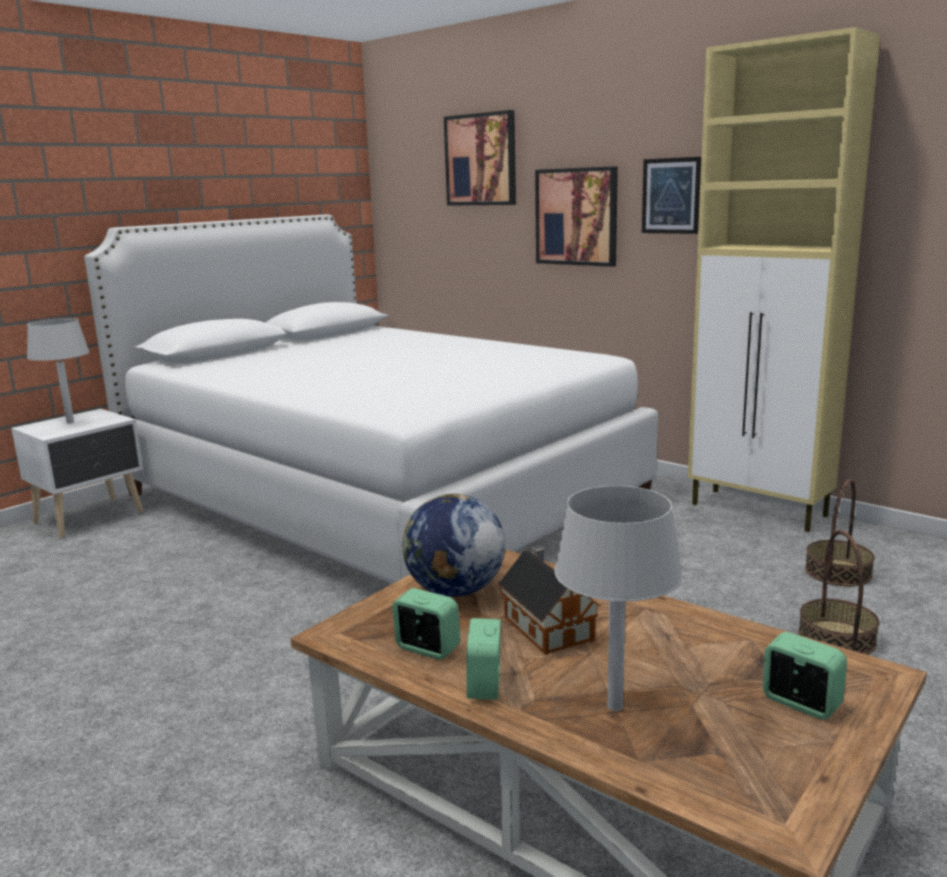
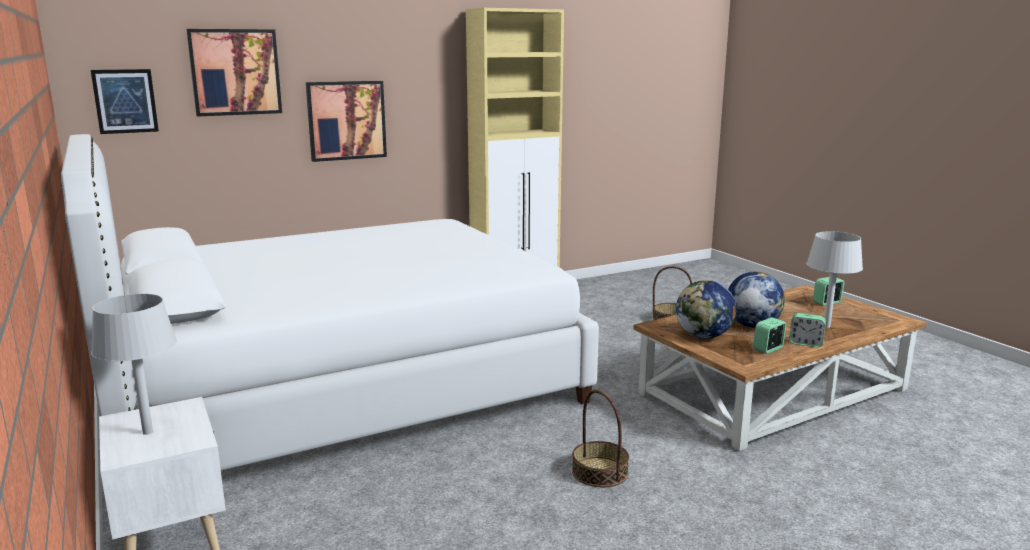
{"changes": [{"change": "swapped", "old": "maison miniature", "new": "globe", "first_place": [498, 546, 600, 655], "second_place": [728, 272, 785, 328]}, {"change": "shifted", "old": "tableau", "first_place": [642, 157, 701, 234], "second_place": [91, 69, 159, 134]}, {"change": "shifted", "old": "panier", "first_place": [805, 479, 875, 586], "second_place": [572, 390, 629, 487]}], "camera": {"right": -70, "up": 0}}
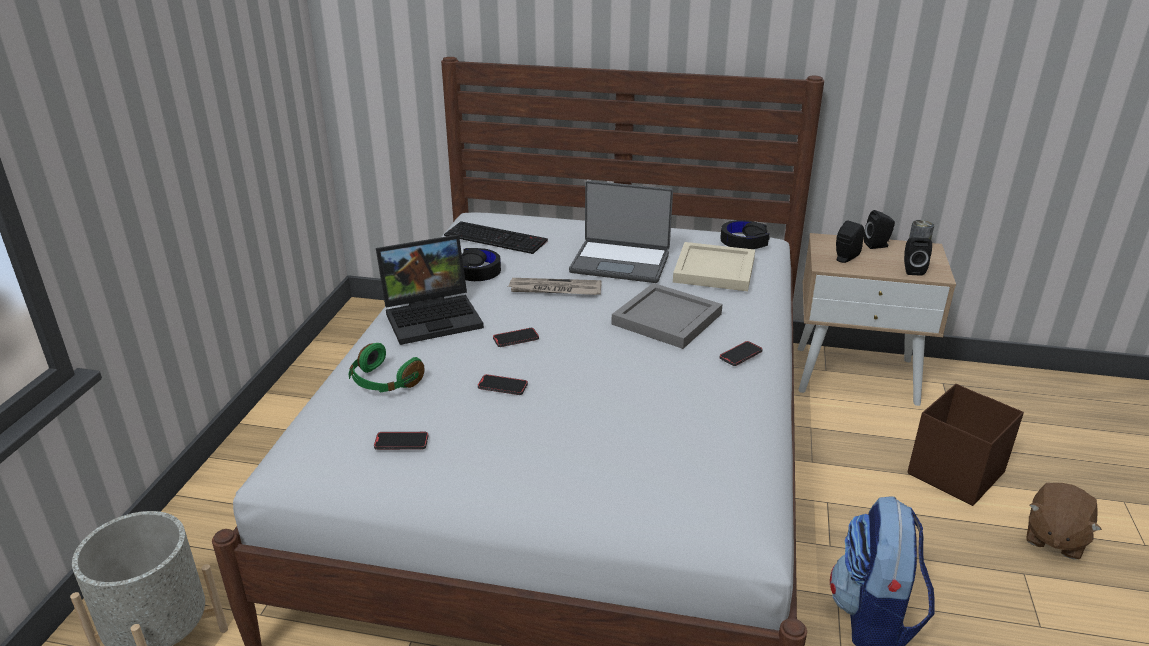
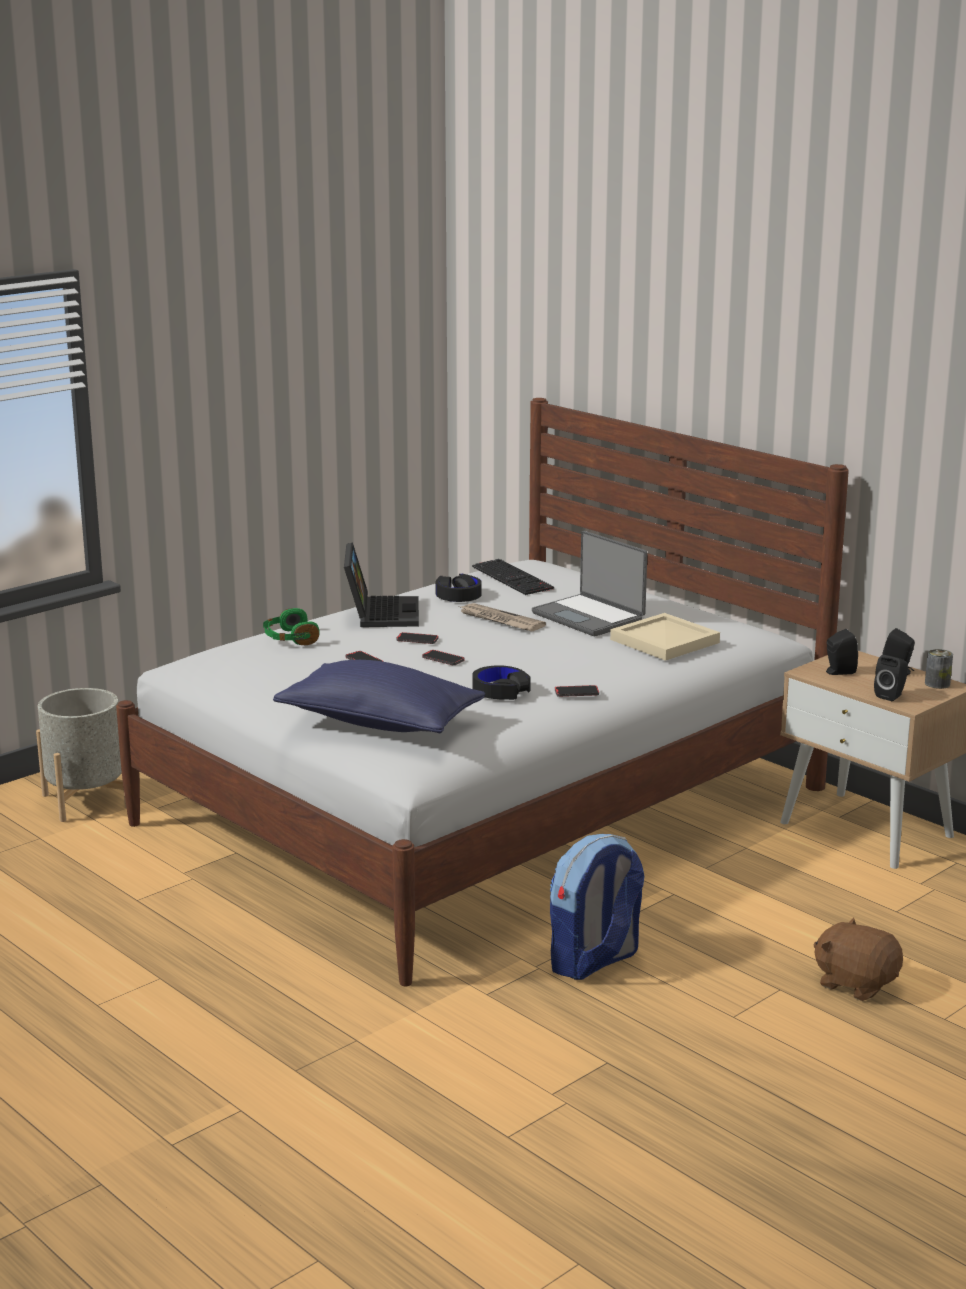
{"changes": [{"change": "shifted", "old": "téléphone", "first_place": [374, 432, 428, 450], "second_place": [422, 650, 464, 665]}, {"change": "rotated", "old": "ordinateur portable", "first_place": [376, 235, 484, 345], "second_place": [344, 542, 419, 627], "degrees": -105}, {"change": "gone", "old": "plateau [gris]", "first_place": [611, 283, 723, 349]}, {"change": "shifted", "old": "casque audio [noir]", "first_place": [720, 220, 770, 249], "second_place": [472, 665, 531, 700]}, {"change": "gone", "old": "boîte de rangement [marron]", "first_place": [908, 384, 1024, 506]}, {"change": "rotated", "old": "peluche [marron]", "first_place": [1026, 483, 1102, 560], "second_place": [814, 918, 903, 1001], "degrees": 60}, {"change": "new", "new": "coussin [bleu]", "second_place": [273, 660, 485, 733]}], "camera": {"right": 35, "up": -10}}
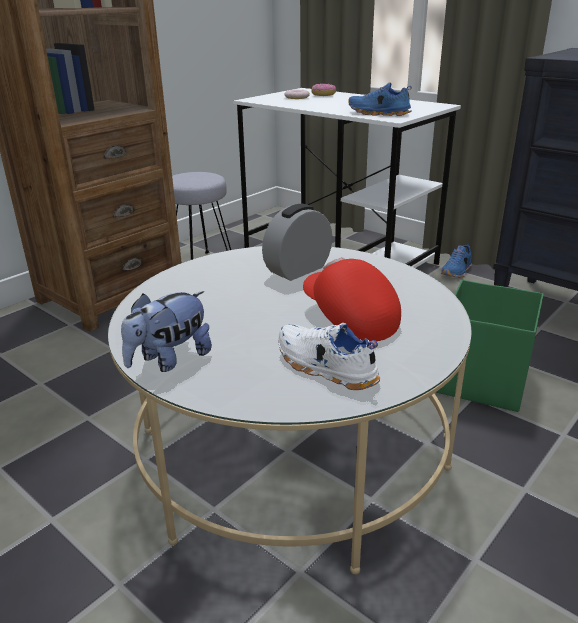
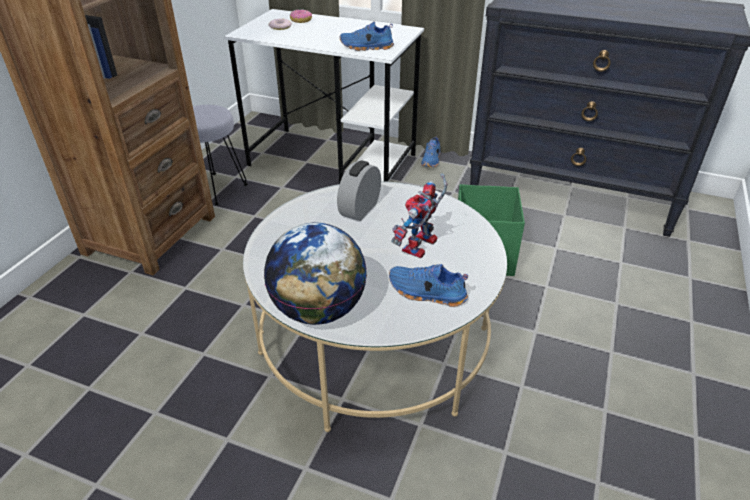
{"changes": [{"change": "swapped", "old": "peluche", "new": "globe", "first_place": [121, 291, 212, 372], "second_place": [264, 223, 367, 325]}, {"change": "repainted", "old": "chaussure [blanc]", "new": "chaussure [bleu]", "first_place": [278, 323, 380, 390], "second_place": [389, 264, 468, 307]}, {"change": "swapped", "old": "casquette [rouge]", "new": "robot jouet", "first_place": [303, 257, 401, 341], "second_place": [391, 174, 448, 258]}], "camera": {"right": -20, "up": 10}}
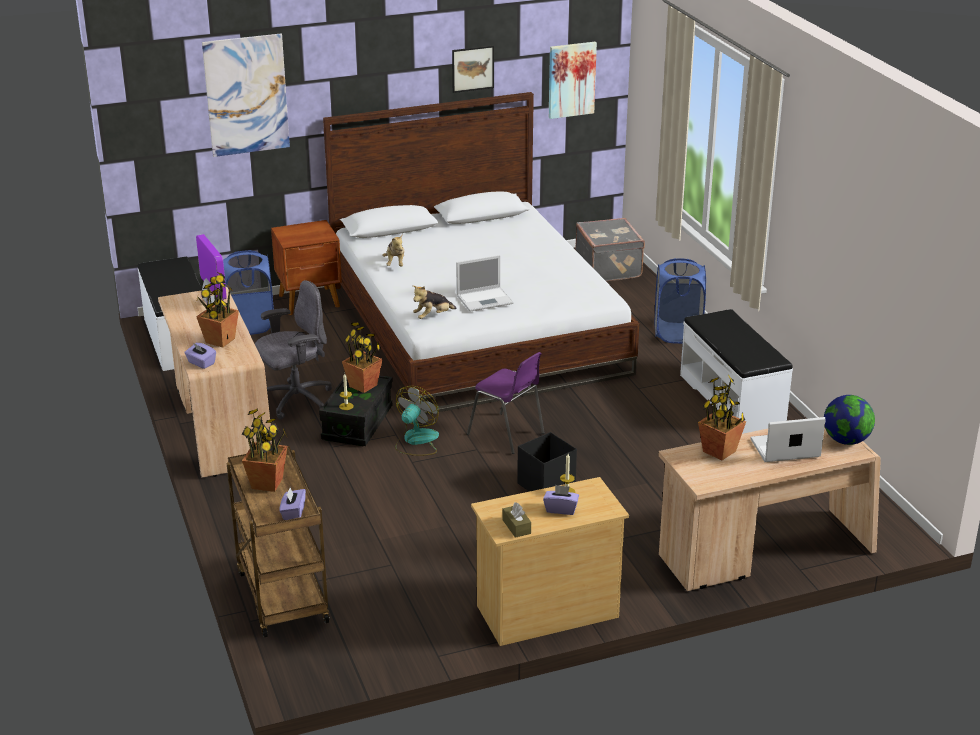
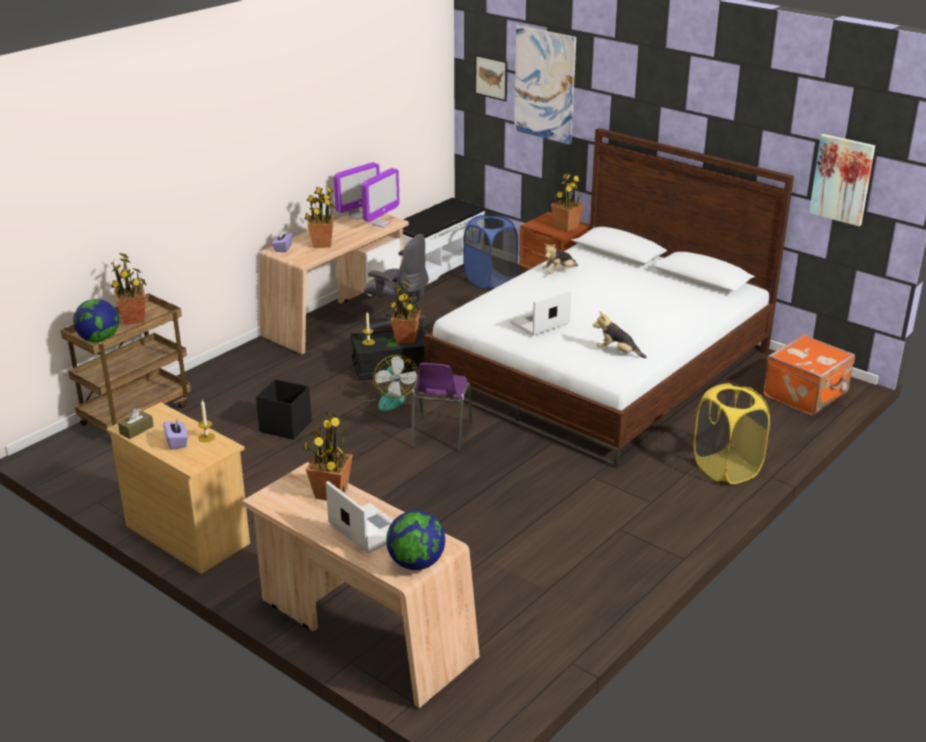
{"changes": [{"change": "swapped", "old": "boîte à mouchoirs [violet]", "new": "globe", "first_place": [279, 487, 306, 520], "second_place": [73, 299, 119, 343]}, {"change": "rotated", "old": "ventilateur", "first_place": [395, 386, 439, 456], "second_place": [362, 355, 418, 411], "degrees": 75}, {"change": "shifted", "old": "peluche", "first_place": [413, 286, 457, 319], "second_place": [593, 311, 647, 358]}, {"change": "shifted", "old": "tableau", "first_place": [452, 46, 494, 93], "second_place": [475, 54, 508, 101]}, {"change": "rotated", "old": "ordinateur portable", "first_place": [456, 255, 513, 312], "second_place": [510, 289, 572, 336], "degrees": 105}, {"change": "shifted", "old": "boîte de rangement [noir]", "first_place": [517, 432, 577, 492], "second_place": [256, 379, 312, 440]}, {"change": "repainted", "old": "valise [gris]", "new": "valise [orange]", "first_place": [575, 218, 645, 281], "second_place": [763, 334, 855, 415]}, {"change": "repainted", "old": "panier à linge [bleu]", "new": "panier à linge [jaune]", "first_place": [655, 258, 706, 344], "second_place": [694, 383, 770, 484]}, {"change": "gone", "old": "banc [blanc]", "first_place": [680, 309, 793, 434]}, {"change": "new", "new": "écran d'ordinateur", "second_place": [334, 162, 380, 220]}, {"change": "new", "new": "plante en pot", "second_place": [551, 173, 584, 232]}], "camera": {"right": 60, "up": 0}}
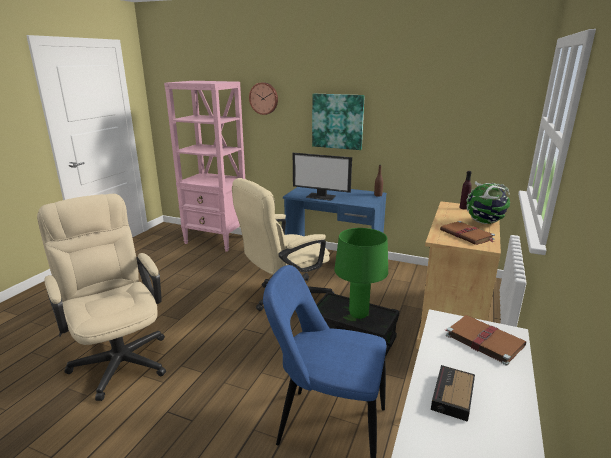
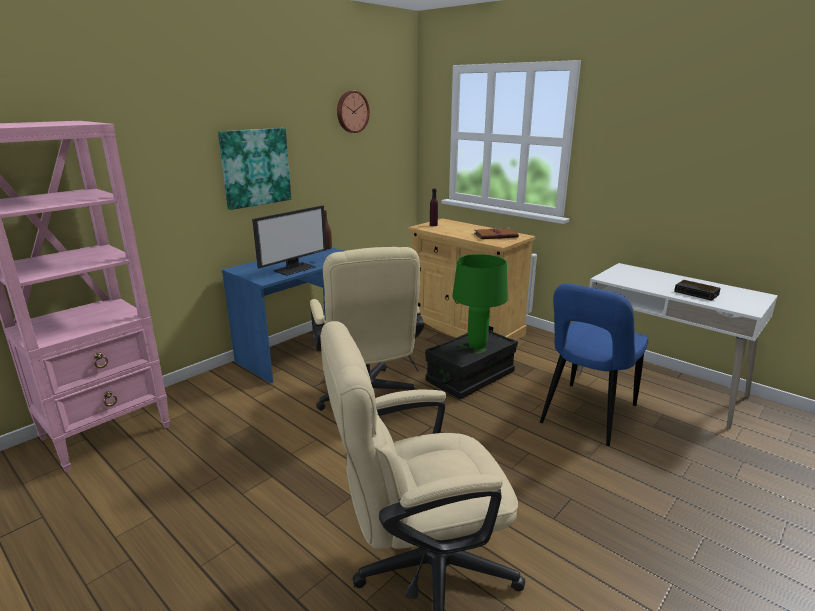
{"changes": [{"change": "shifted", "old": "horloge murale", "first_place": [249, 82, 278, 115], "second_place": [337, 91, 370, 133]}, {"change": "gone", "old": "livre [marron]", "first_place": [445, 315, 526, 365]}, {"change": "gone", "old": "globe", "first_place": [466, 181, 510, 224]}], "camera": {"right": -70, "up": 0}}
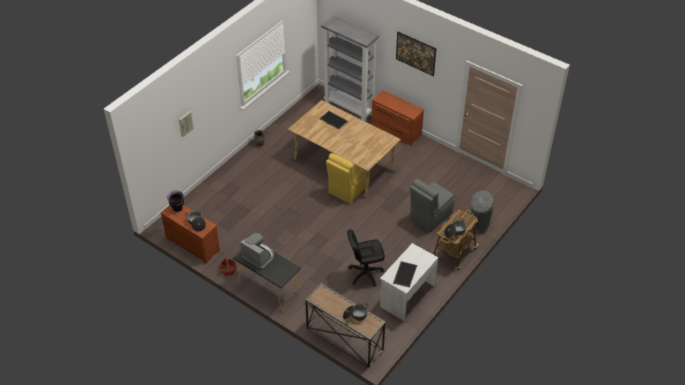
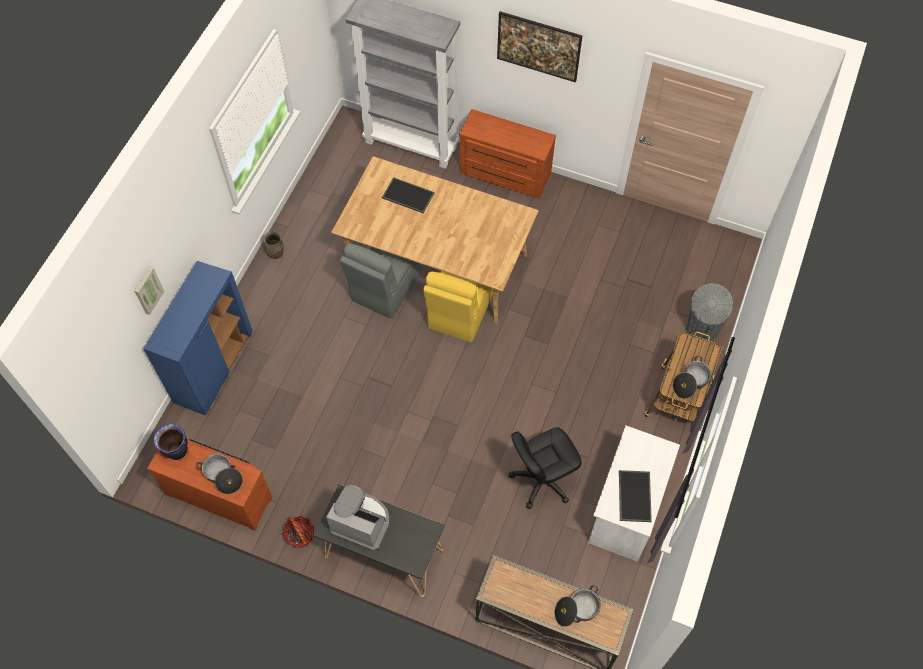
{"changes": [{"change": "shifted", "old": "chaise [gris]", "first_place": [410, 179, 454, 232], "second_place": [340, 243, 420, 319]}, {"change": "new", "new": "meuble de rangement [bleu]", "second_place": [143, 261, 253, 415]}], "camera": {"right": -15, "up": 15}}
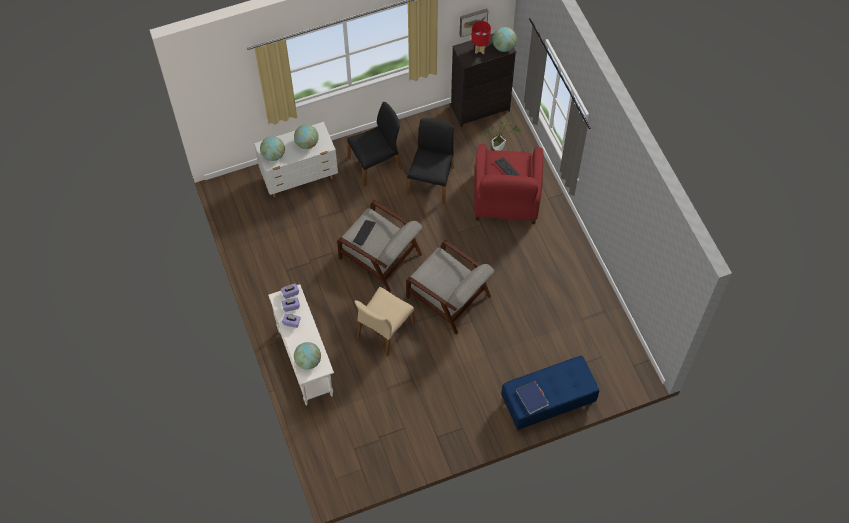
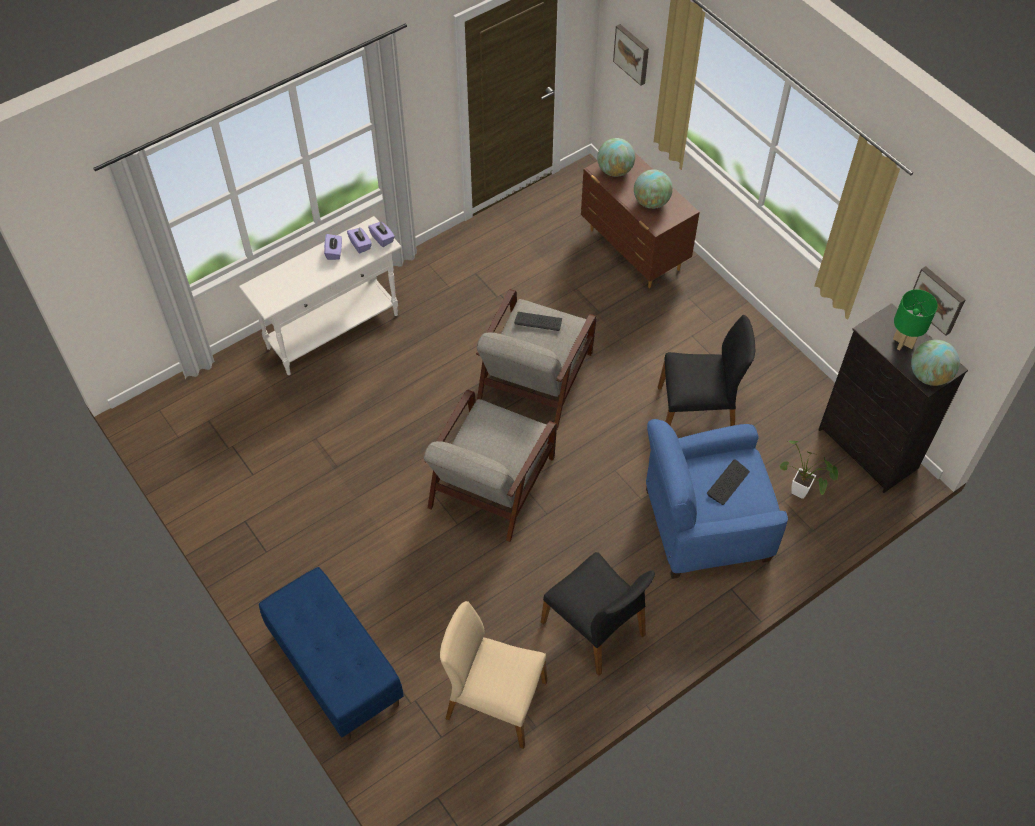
{"changes": [{"change": "repainted", "old": "commode [blanc]", "new": "commode [marron]", "first_place": [254, 122, 338, 197], "second_place": [581, 153, 700, 288]}, {"change": "gone", "old": "globe", "first_place": [294, 342, 321, 370]}, {"change": "shifted", "old": "chaise [noir]", "first_place": [347, 102, 402, 187], "second_place": [541, 552, 655, 676]}, {"change": "shifted", "old": "chaise [beige]", "first_place": [355, 287, 415, 357], "second_place": [440, 601, 547, 749]}, {"change": "repainted", "old": "lampe de table [rouge]", "new": "lampe de table [vert]", "first_place": [471, 21, 491, 54], "second_place": [893, 289, 938, 351]}, {"change": "repainted", "old": "fauteuil [rouge]", "new": "fauteuil [bleu]", "first_place": [474, 144, 544, 224], "second_place": [646, 419, 788, 579]}, {"change": "gone", "old": "livre [bleu]", "first_place": [516, 381, 549, 414]}, {"change": "new", "new": "tableau", "second_place": [613, 24, 649, 86]}], "camera": {"right": 75, "up": -5}}
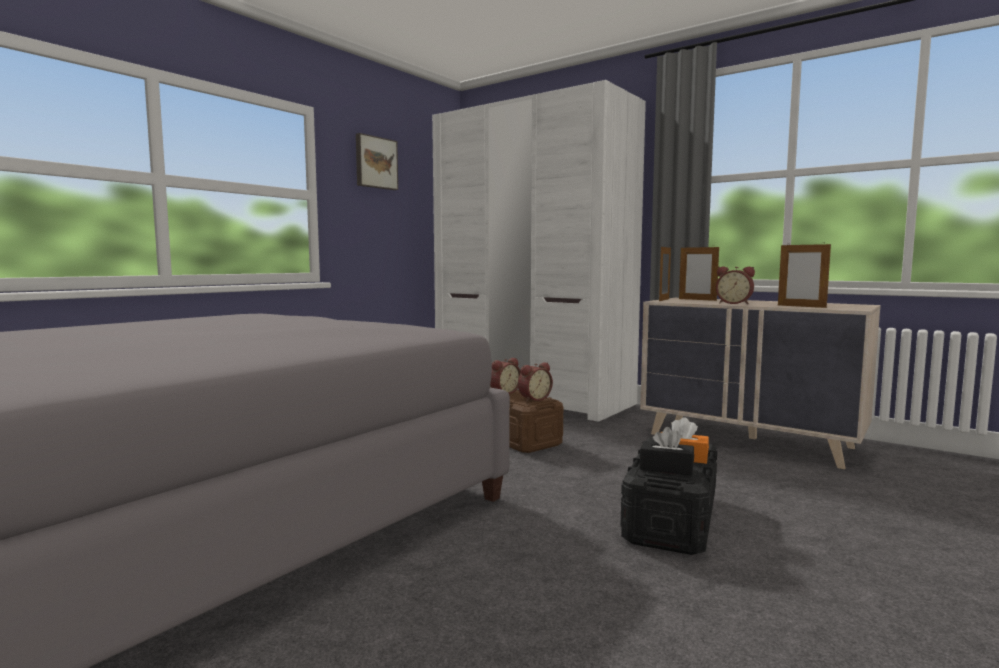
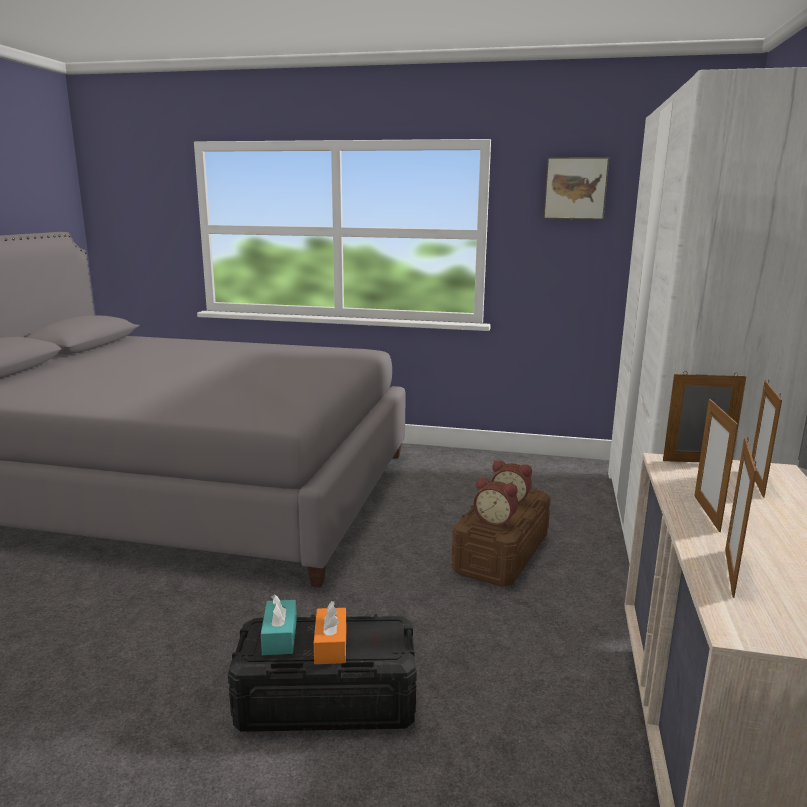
{"changes": [{"change": "repainted", "old": "boîte à mouchoirs [noir]", "new": "boîte à mouchoirs [turquoise]", "first_place": [639, 427, 694, 476], "second_place": [261, 595, 297, 655]}, {"change": "swapped", "old": "réveil", "new": "cadre photo", "first_place": [716, 266, 755, 304], "second_place": [694, 398, 738, 532]}], "camera": {"right": 65, "up": 10}}
